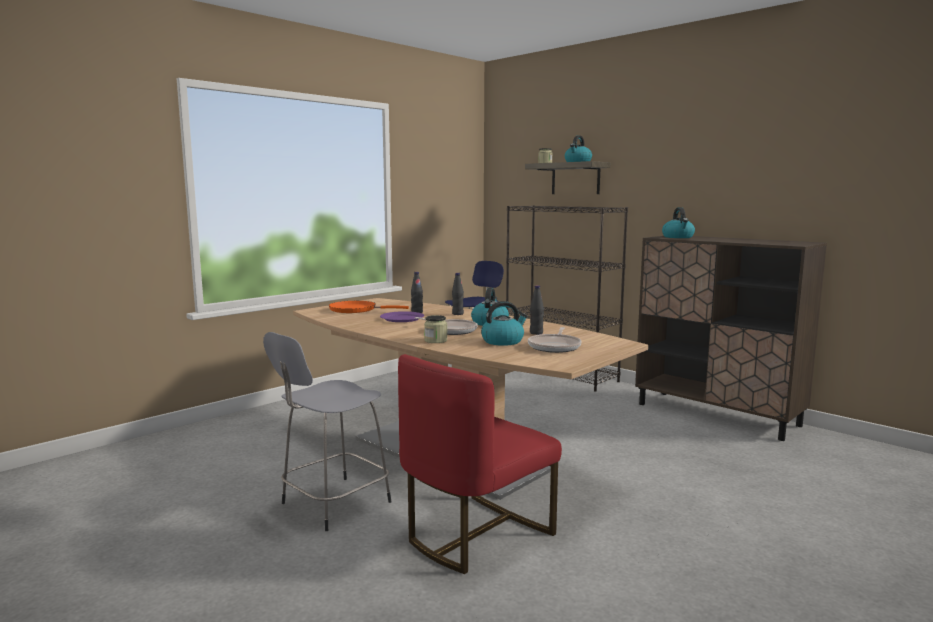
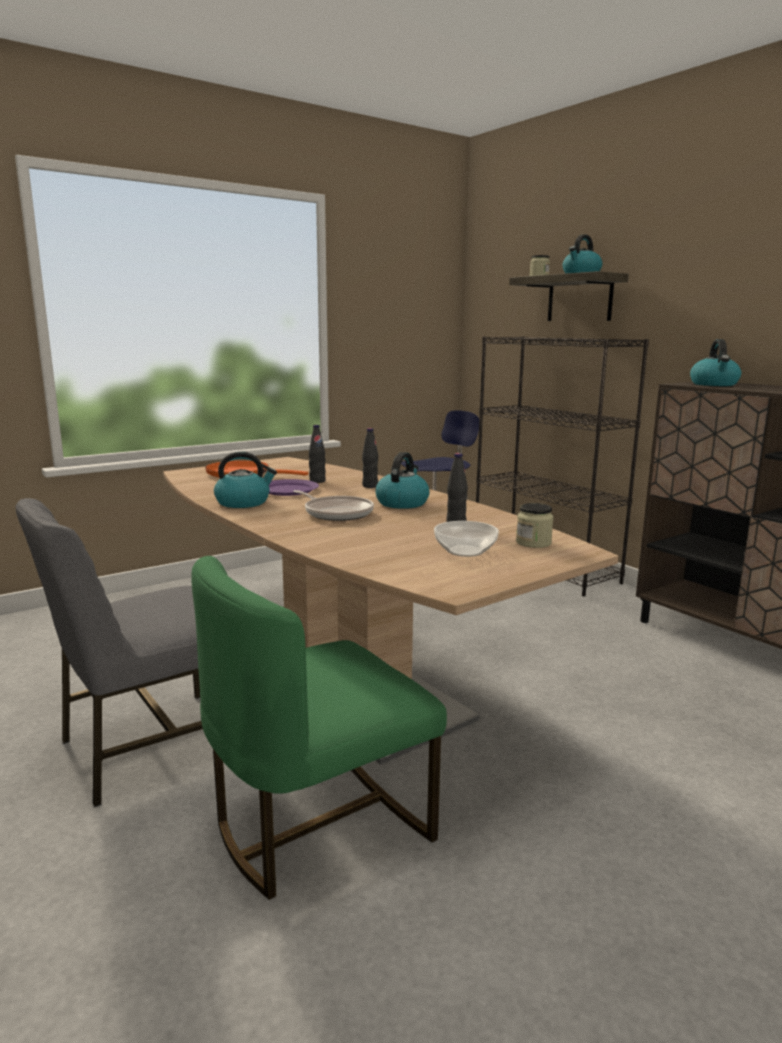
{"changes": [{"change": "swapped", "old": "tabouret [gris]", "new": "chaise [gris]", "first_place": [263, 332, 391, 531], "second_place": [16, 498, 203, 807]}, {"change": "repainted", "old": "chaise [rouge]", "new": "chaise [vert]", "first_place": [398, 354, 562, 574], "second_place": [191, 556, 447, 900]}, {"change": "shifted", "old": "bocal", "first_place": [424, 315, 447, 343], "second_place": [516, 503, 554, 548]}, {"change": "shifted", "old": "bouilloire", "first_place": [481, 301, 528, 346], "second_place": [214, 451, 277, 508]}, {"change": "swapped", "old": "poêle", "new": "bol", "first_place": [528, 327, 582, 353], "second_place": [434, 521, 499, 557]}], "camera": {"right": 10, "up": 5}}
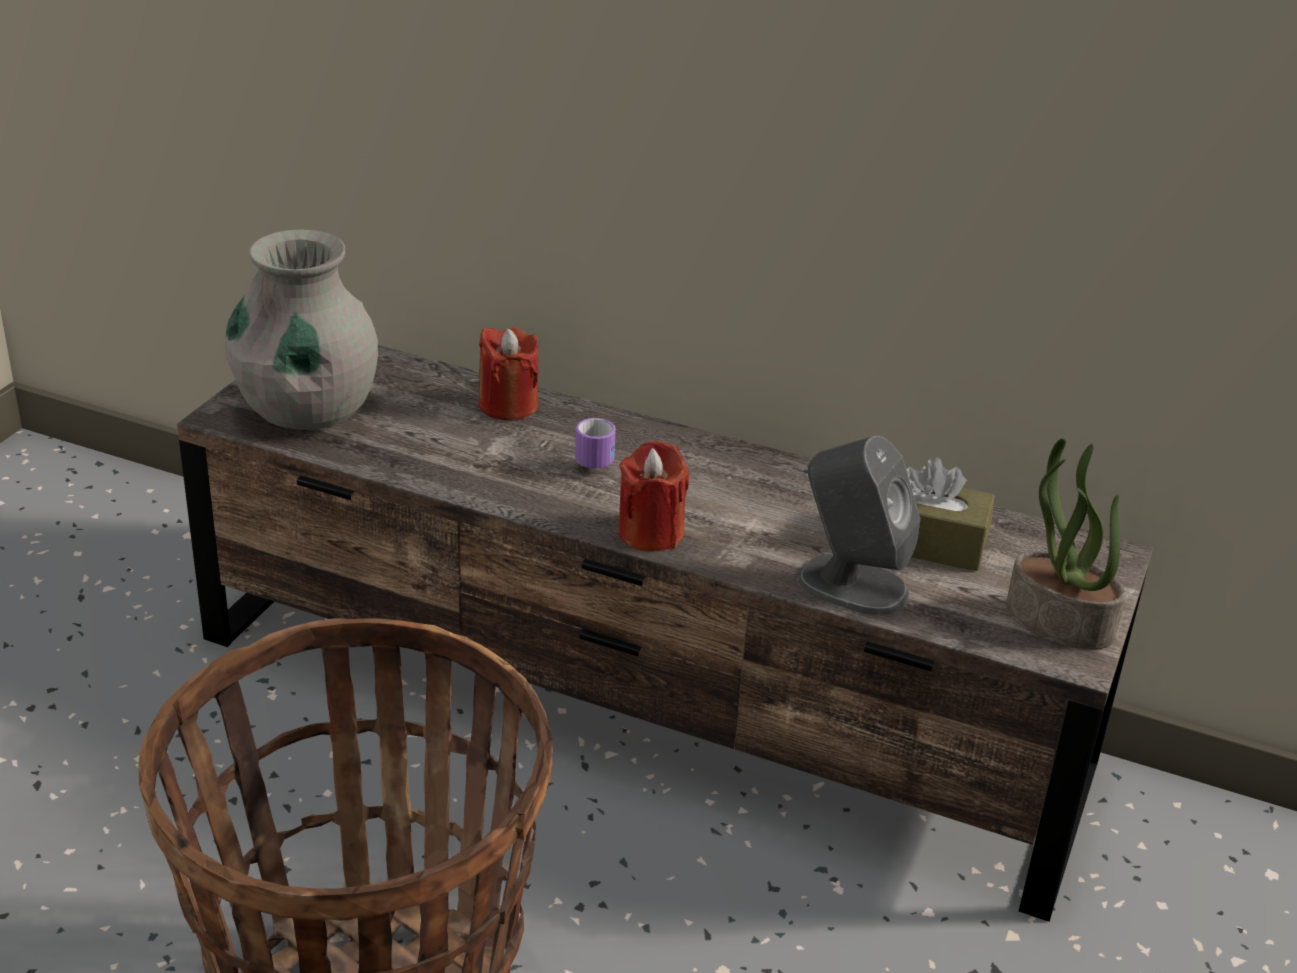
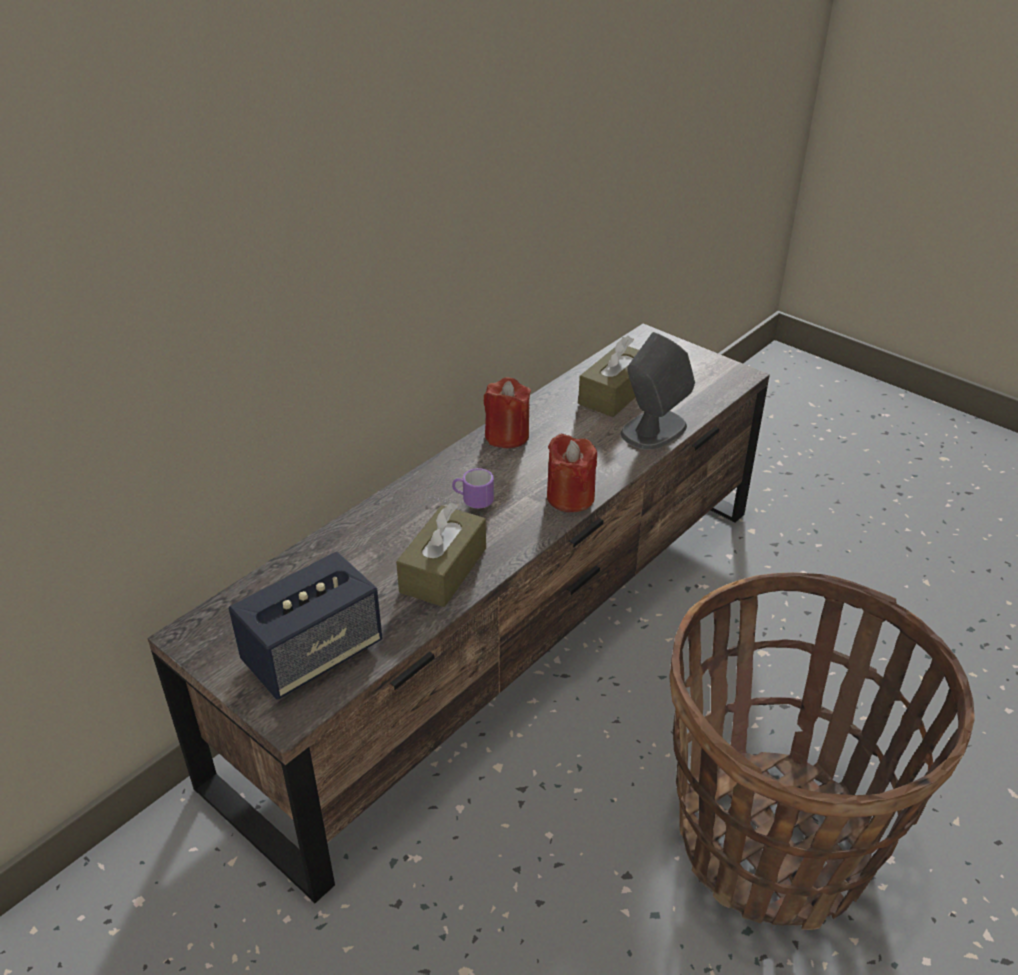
{"changes": [{"change": "swapped", "old": "vase [gris]", "new": "enceinte", "first_place": [225, 229, 378, 430], "second_place": [229, 552, 382, 700]}, {"change": "shifted", "old": "bougie [rouge]", "first_place": [479, 327, 539, 421], "second_place": [484, 377, 531, 448]}, {"change": "gone", "old": "plante en pot", "first_place": [1006, 438, 1126, 649]}, {"change": "new", "new": "boîte à mouchoirs [marron]", "second_place": [396, 503, 486, 607]}], "camera": {"right": -70, "up": 5}}
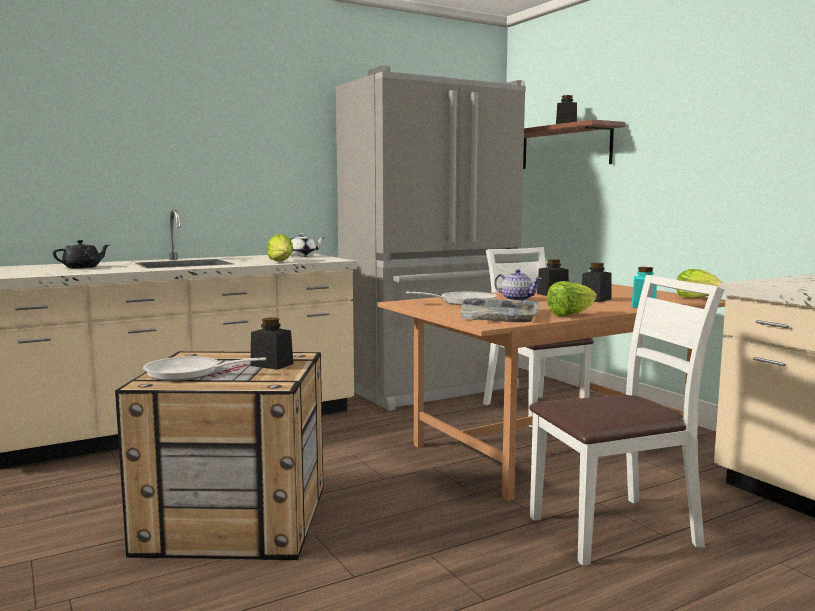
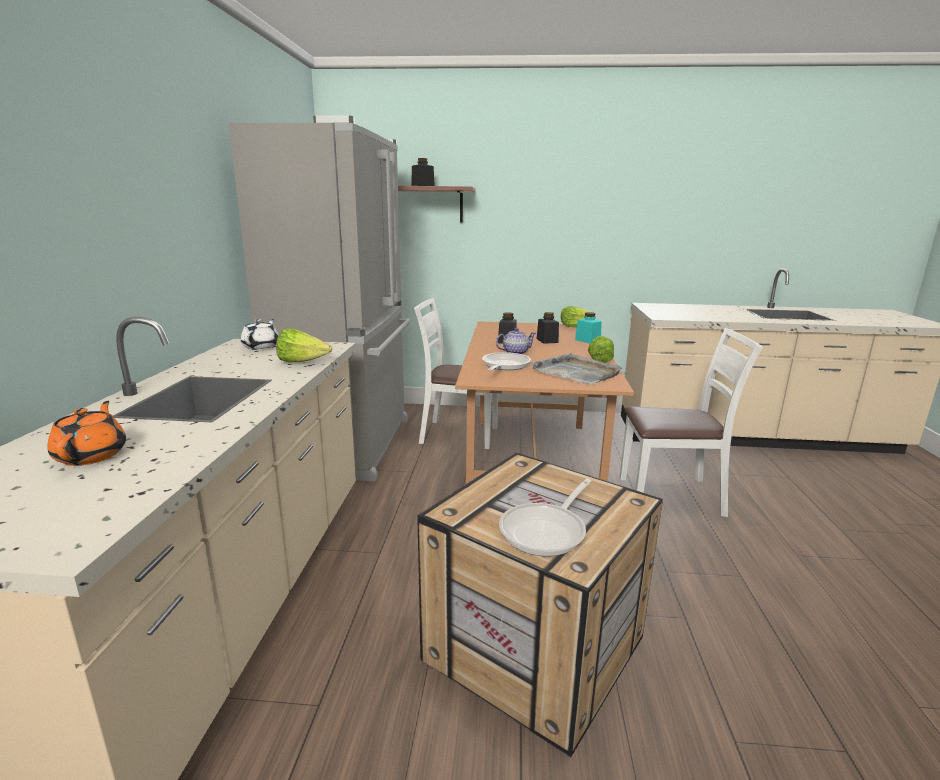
{"changes": [{"change": "repainted", "old": "théière [noir]", "new": "théière [orange]", "first_place": [53, 240, 109, 268], "second_place": [47, 401, 126, 466]}, {"change": "gone", "old": "bocal [noir]", "first_place": [250, 318, 293, 370]}, {"change": "rotated", "old": "chaise [blanc]", "first_place": [529, 275, 725, 566], "second_place": [619, 328, 763, 517], "degrees": 75}], "camera": {"right": -55, "up": 10}}
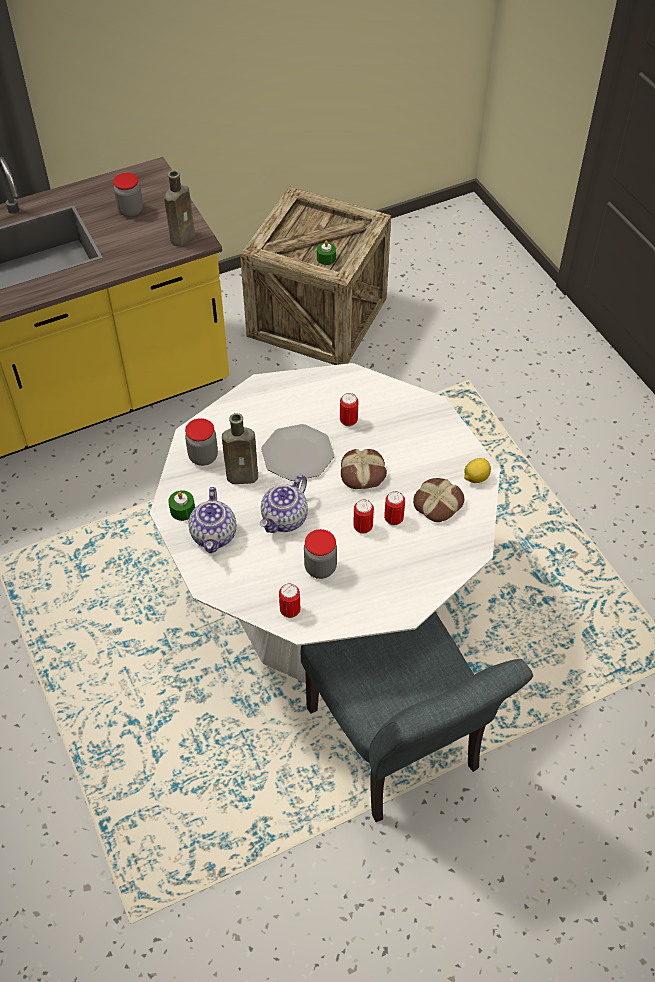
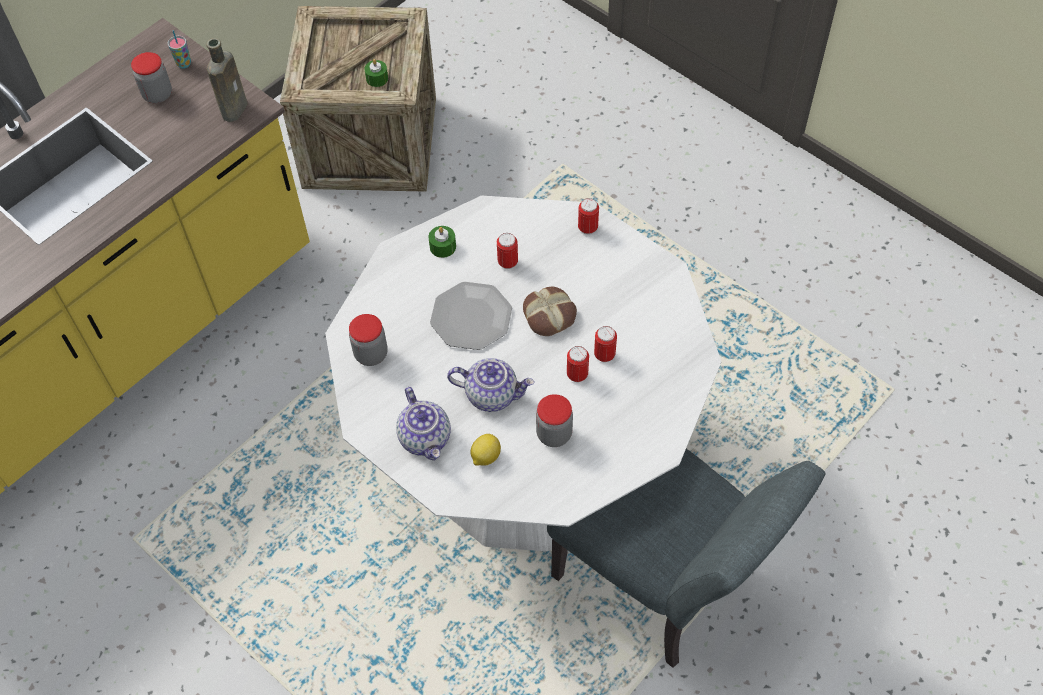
{"changes": [{"change": "shifted", "old": "bougie [vert]", "first_place": [168, 490, 195, 521], "second_place": [428, 226, 456, 258]}, {"change": "gone", "old": "bouteille [marron]", "first_place": [222, 413, 258, 484]}, {"change": "rotated", "old": "théière", "first_place": [260, 475, 308, 533], "second_place": [447, 358, 534, 412], "degrees": -90}, {"change": "shifted", "old": "boîte métallique", "first_place": [279, 583, 300, 618], "second_place": [578, 198, 599, 235]}, {"change": "gone", "old": "pain", "first_place": [413, 478, 464, 522]}, {"change": "shifted", "old": "citron", "first_place": [464, 458, 491, 483], "second_place": [470, 434, 501, 466]}, {"change": "new", "new": "tasse", "second_place": [168, 30, 191, 69]}], "camera": {"right": -20, "up": 5}}
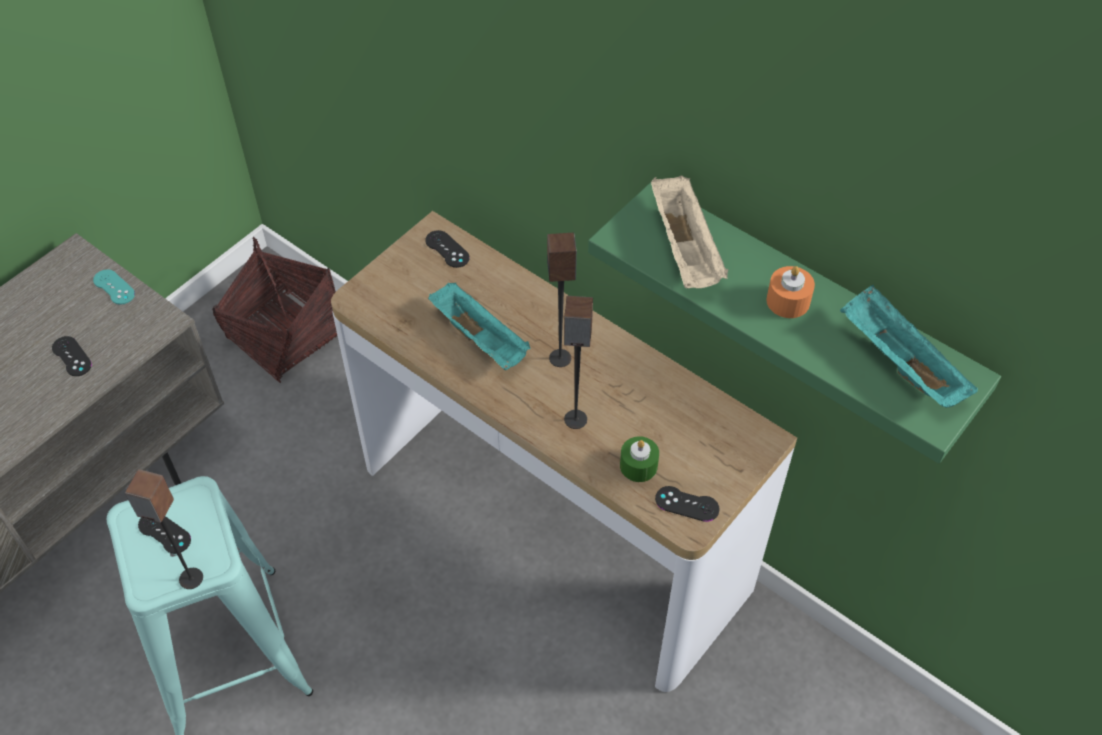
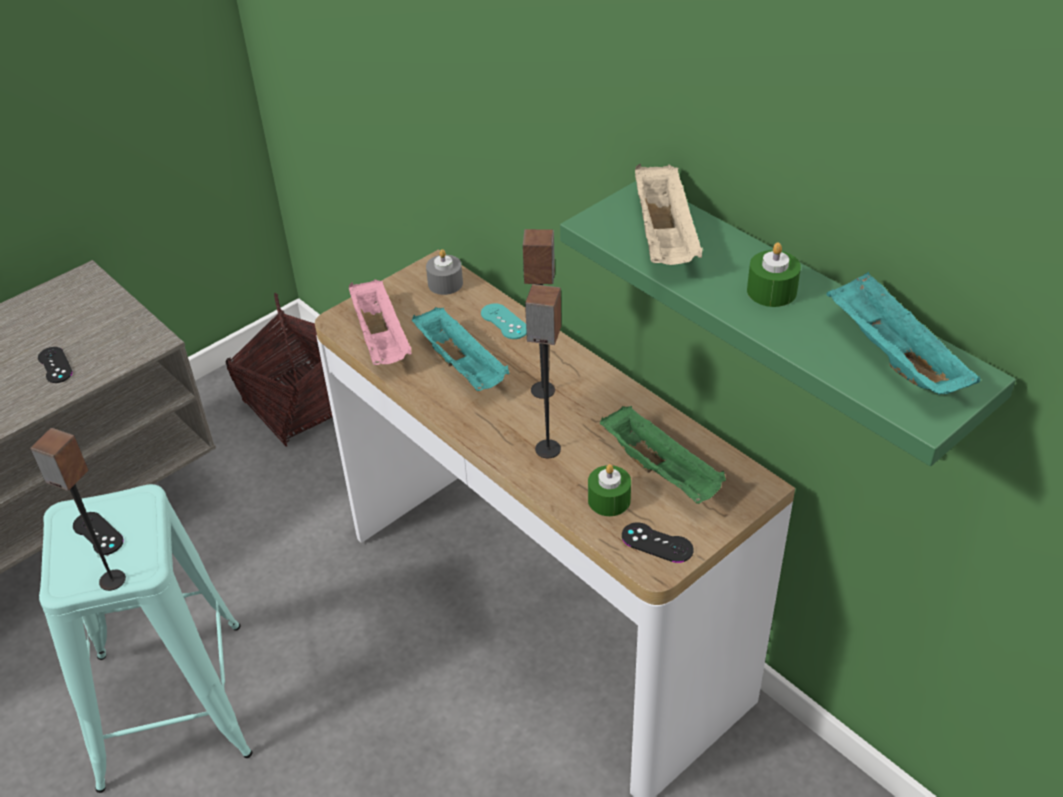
{"changes": [{"change": "shifted", "old": "manette [turquoise]", "first_place": [93, 269, 135, 305], "second_place": [481, 303, 527, 339]}, {"change": "swapped", "old": "manette [noir]", "new": "bougie [gris]", "first_place": [425, 230, 470, 268], "second_place": [426, 249, 463, 295]}, {"change": "repainted", "old": "bougie [orange]", "new": "bougie [vert]", "first_place": [766, 266, 815, 318], "second_place": [747, 242, 801, 307]}, {"change": "new", "new": "plateau [rose]", "second_place": [349, 279, 412, 365]}, {"change": "new", "new": "plateau [vert]", "second_place": [600, 406, 726, 504]}], "camera": {"right": 10, "up": -10}}
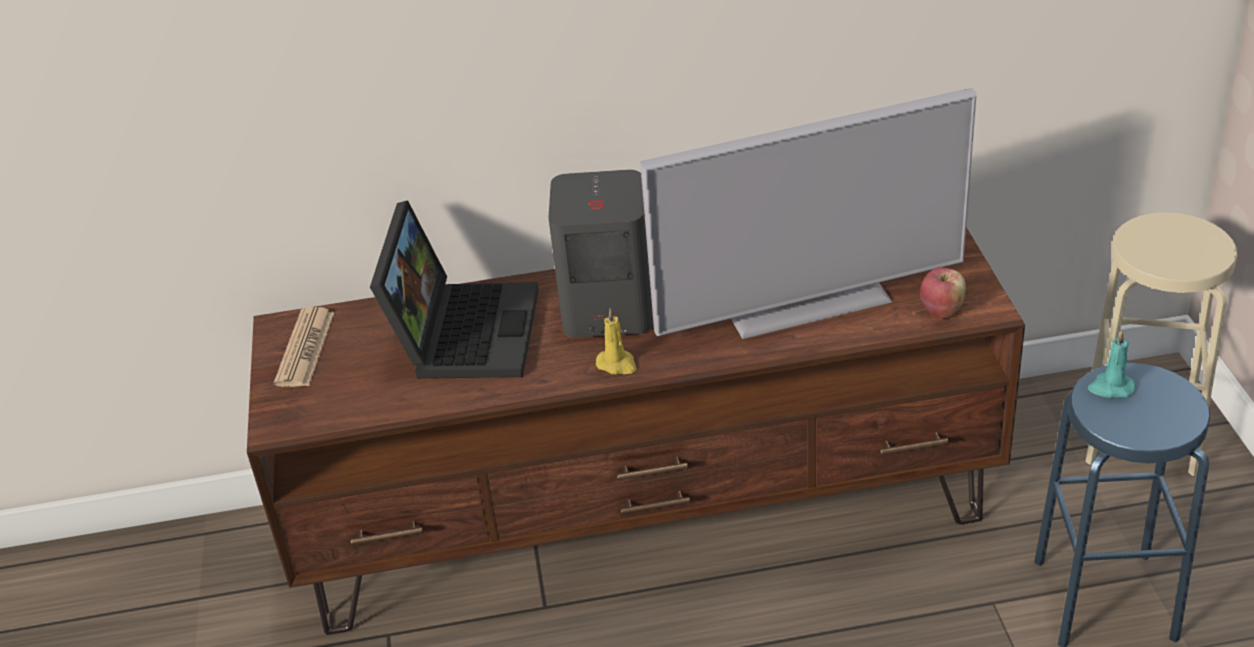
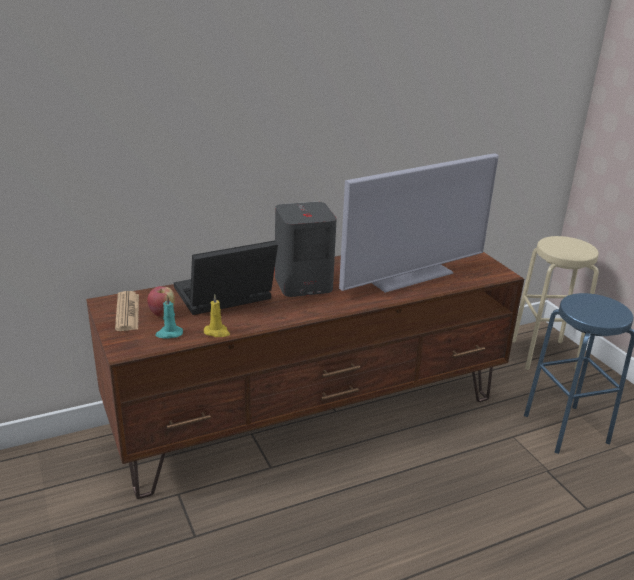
{"changes": [{"change": "rotated", "old": "ordinateur portable", "first_place": [370, 200, 539, 379], "second_place": [174, 241, 278, 315], "degrees": -105}, {"change": "shifted", "old": "bougie [jaune]", "first_place": [596, 308, 637, 375], "second_place": [204, 294, 230, 337]}, {"change": "shifted", "old": "pomme", "first_place": [920, 267, 966, 319], "second_place": [147, 286, 175, 317]}, {"change": "shifted", "old": "bougie [turquoise]", "first_place": [1088, 330, 1135, 398], "second_place": [155, 295, 183, 339]}], "camera": {"right": -20, "up": -10}}
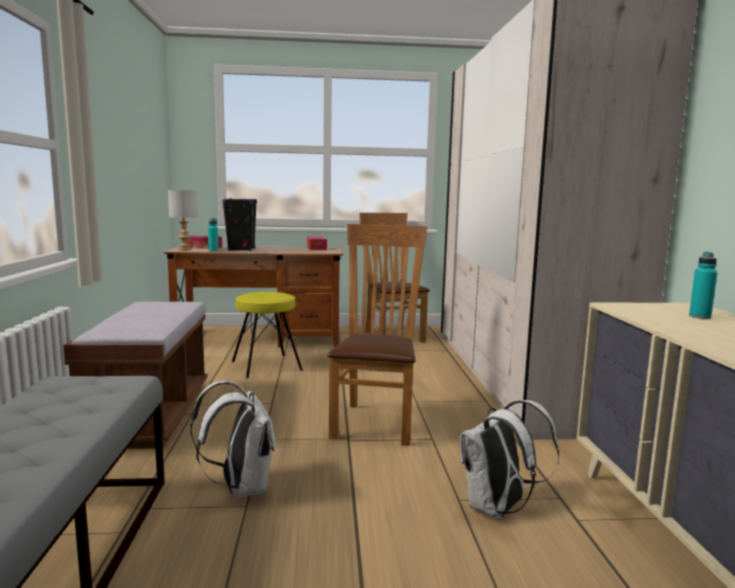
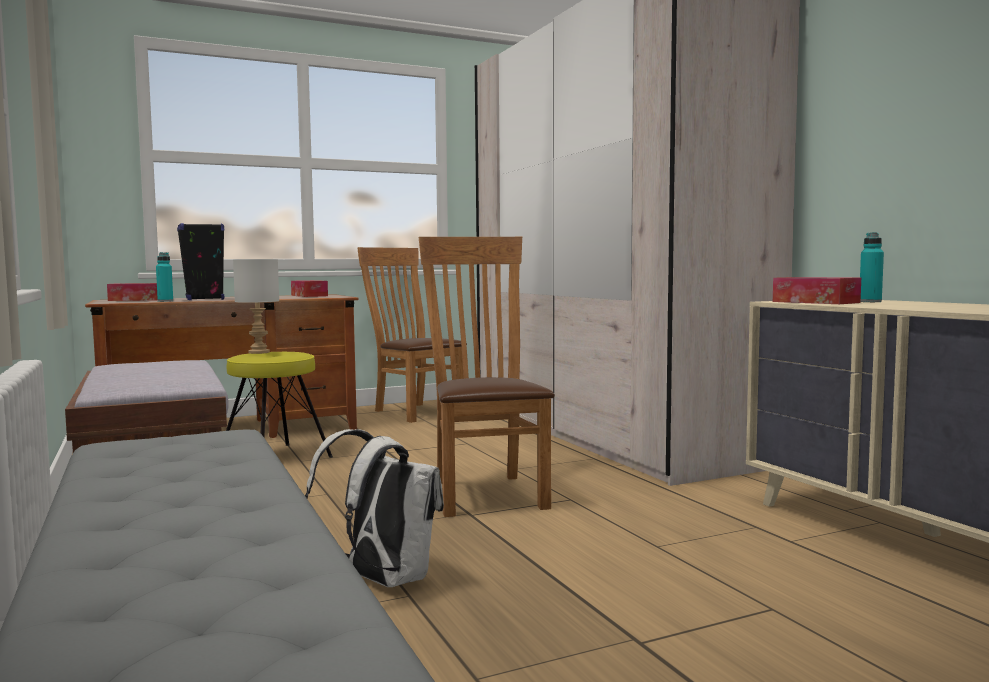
{"changes": [{"change": "shifted", "old": "lampe de table [gris]", "first_place": [168, 190, 198, 250], "second_place": [233, 259, 279, 354]}, {"change": "gone", "old": "sac à dos [blanc]", "first_place": [460, 400, 559, 519]}, {"change": "new", "new": "boîte à mouchoirs", "second_place": [773, 277, 861, 304]}], "camera": {"right": -20, "up": -5}}
